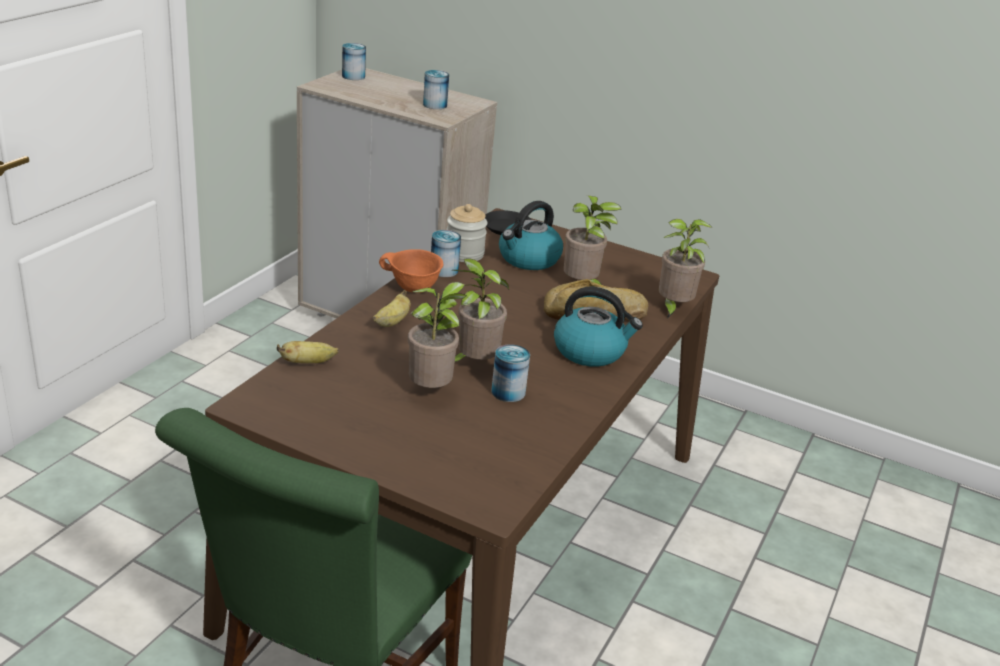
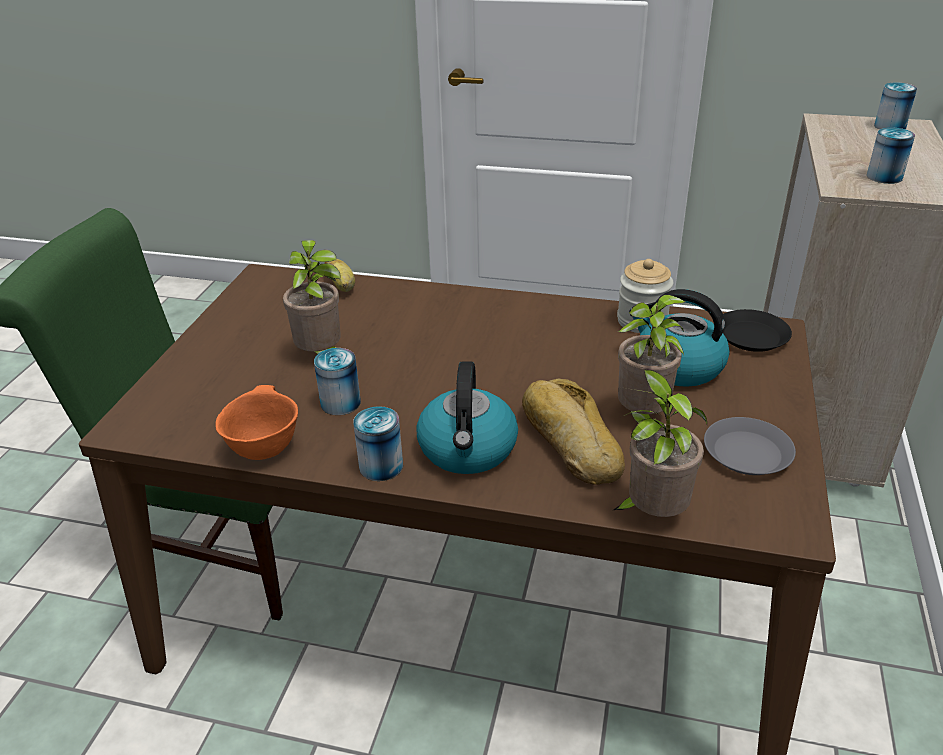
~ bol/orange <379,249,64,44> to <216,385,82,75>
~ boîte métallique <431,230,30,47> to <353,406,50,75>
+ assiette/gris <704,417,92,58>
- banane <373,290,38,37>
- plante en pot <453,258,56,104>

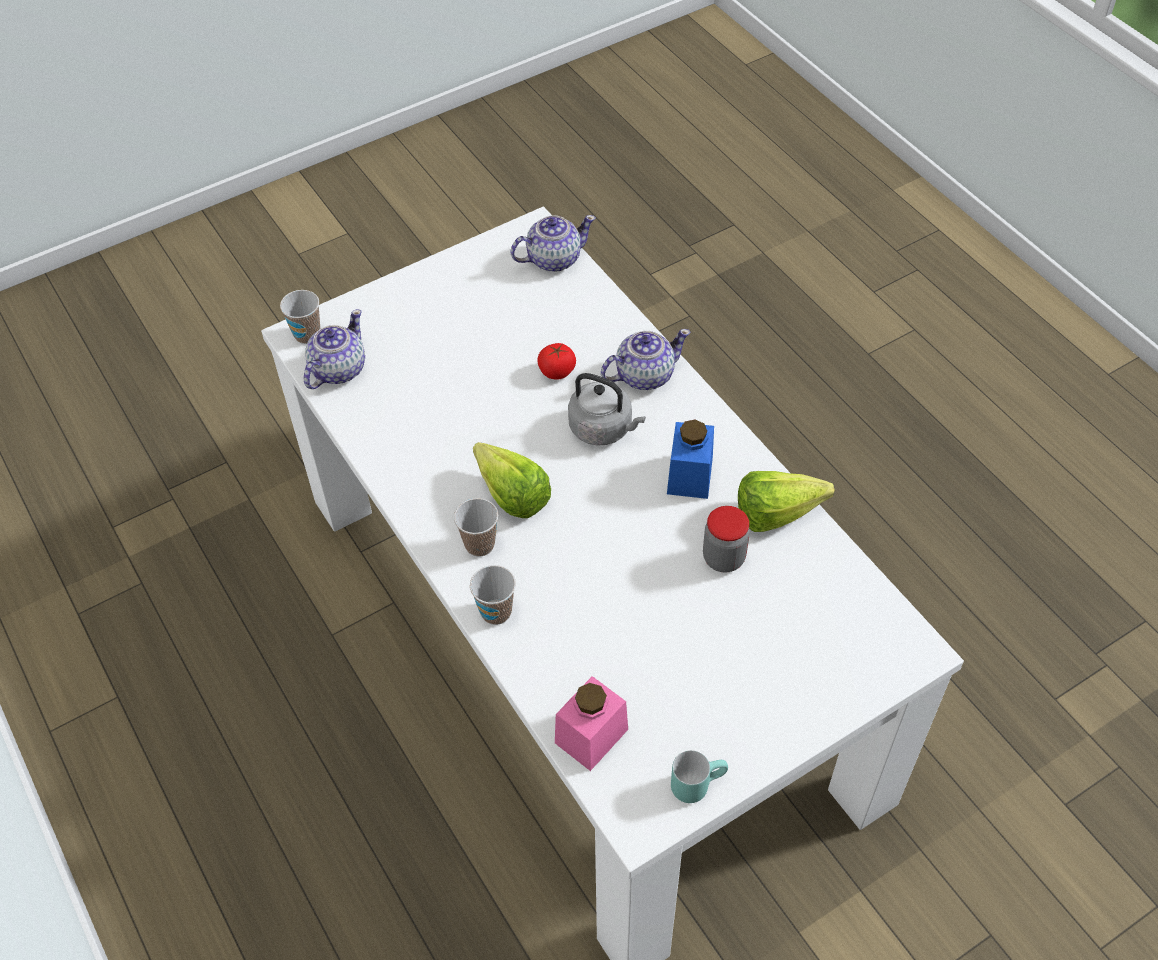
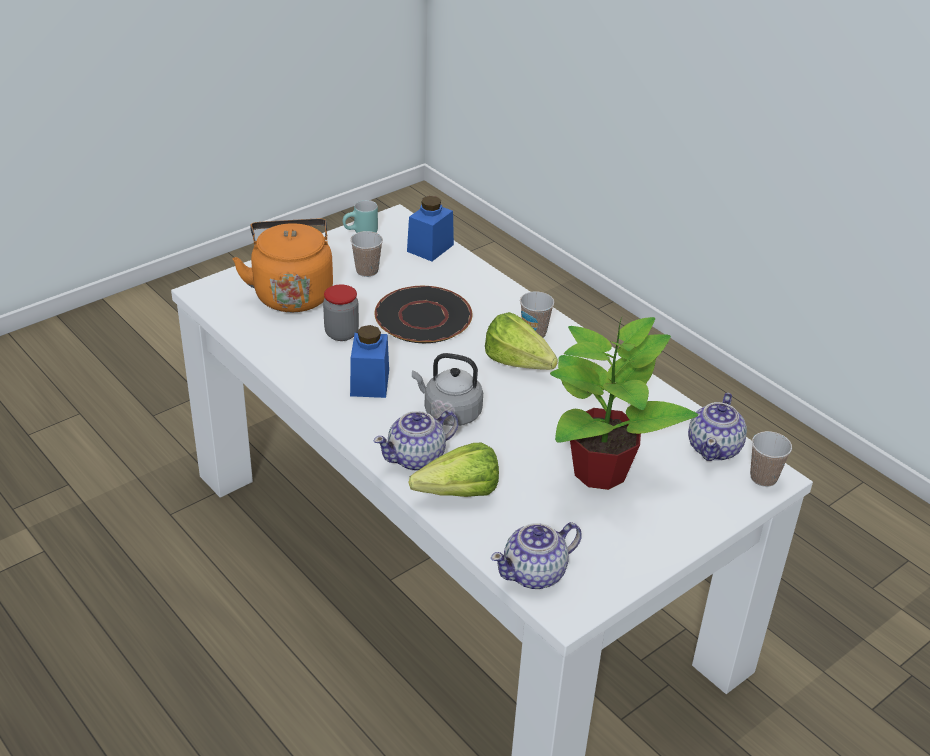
+ bouilloire/orange <232,219,101,93>
~ tasse <470,565,46,60> to <350,231,33,46>
+ assiette/noir <374,286,99,57>
~ bocal/rose <555,676,73,95> to bocal/bleu <407,196,47,65>
~ laitue <738,471,97,61> to <408,443,91,54>
+ plante en pot <550,317,148,173>
- tomate <537,343,39,37>

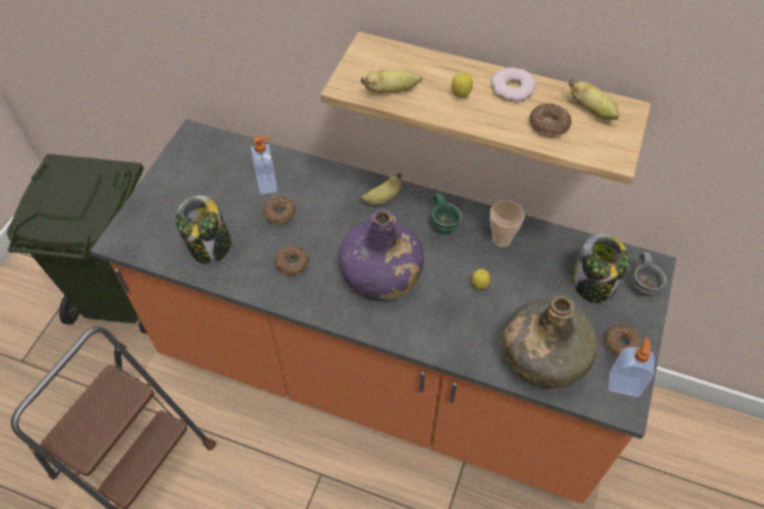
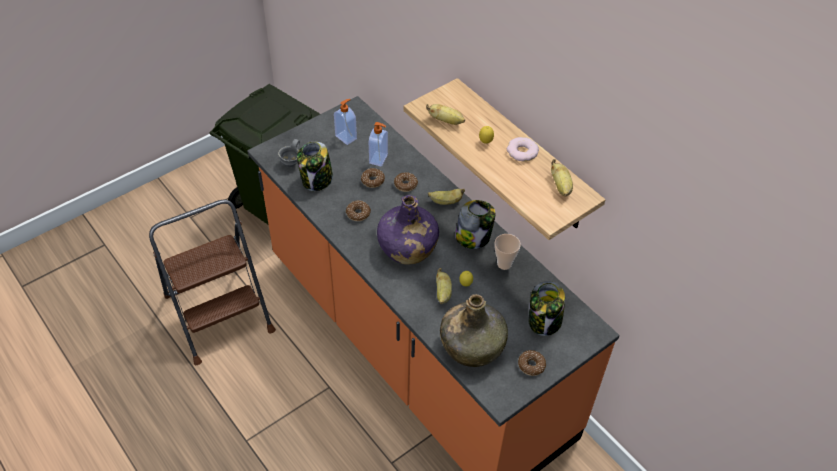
~ mug/gris <632,252,35,44> to <278,139,22,28>
~ distributeur de savon <608,337,47,60> to <334,99,23,46>
~ beignet <529,103,42,34> to <394,172,24,20>
+ banane <436,268,16,36>
~ mug/vert <432,193,30,41> to bocal <455,200,41,49>

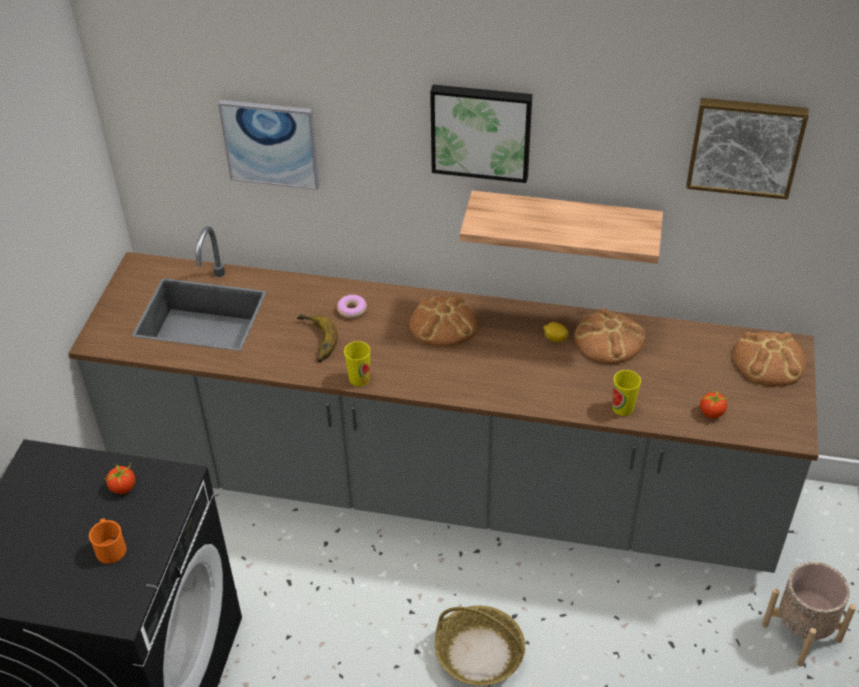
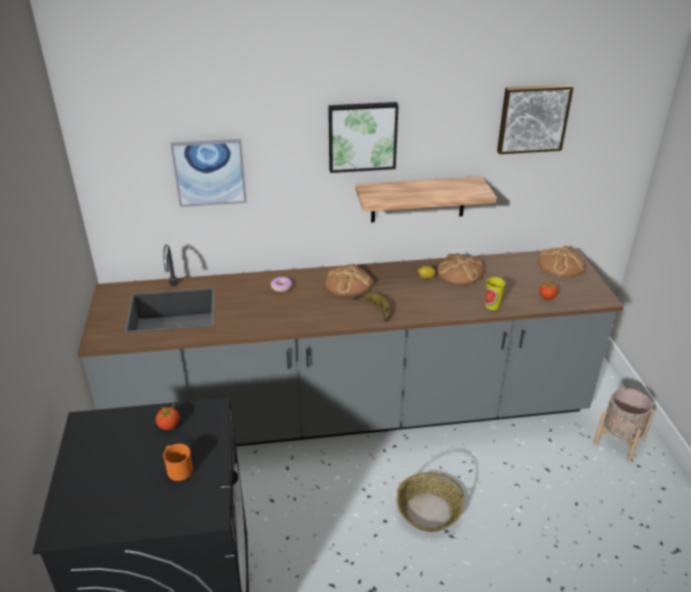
~ banane <297,314,41,48> to <353,293,39,29>
- tasse <344,341,26,45>

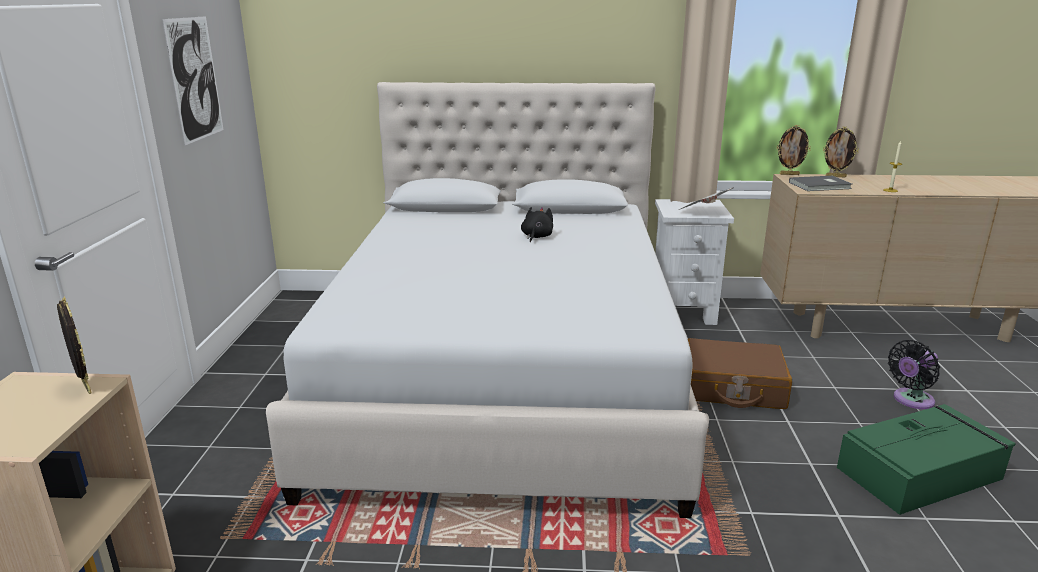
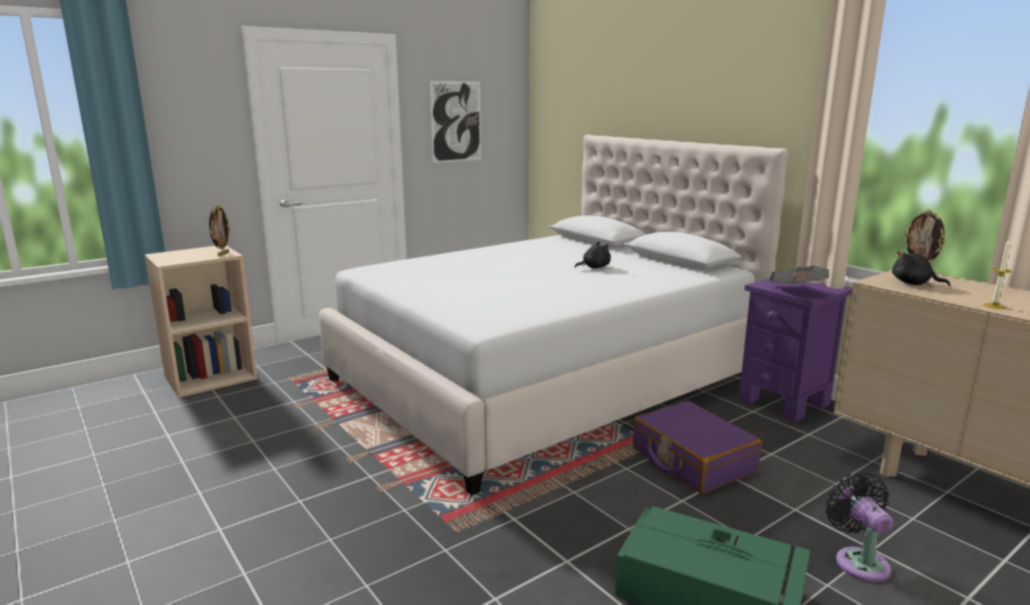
~ valise/marron <688,338,104,71> to valise/violet <633,401,129,93>
~ table de chevet/blanc <655,199,79,126> to table de chevet/violet <739,279,113,143>
~ ventilateur/noir <888,340,52,69> = <826,472,67,110> 60 degrees clockwise
~ livre/gris <789,176,63,15> to peluche/noir <892,248,58,38>
- cadre photo <823,126,36,51>

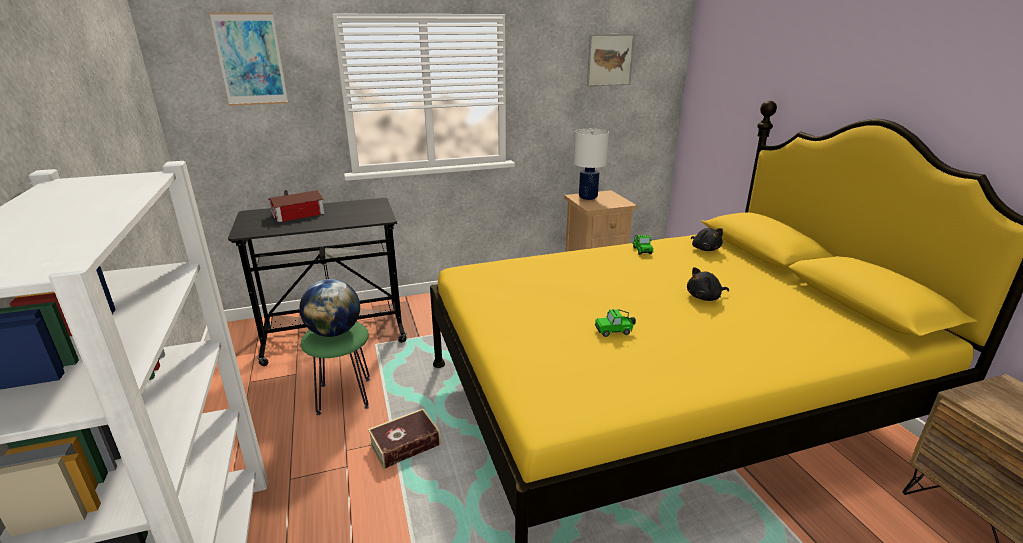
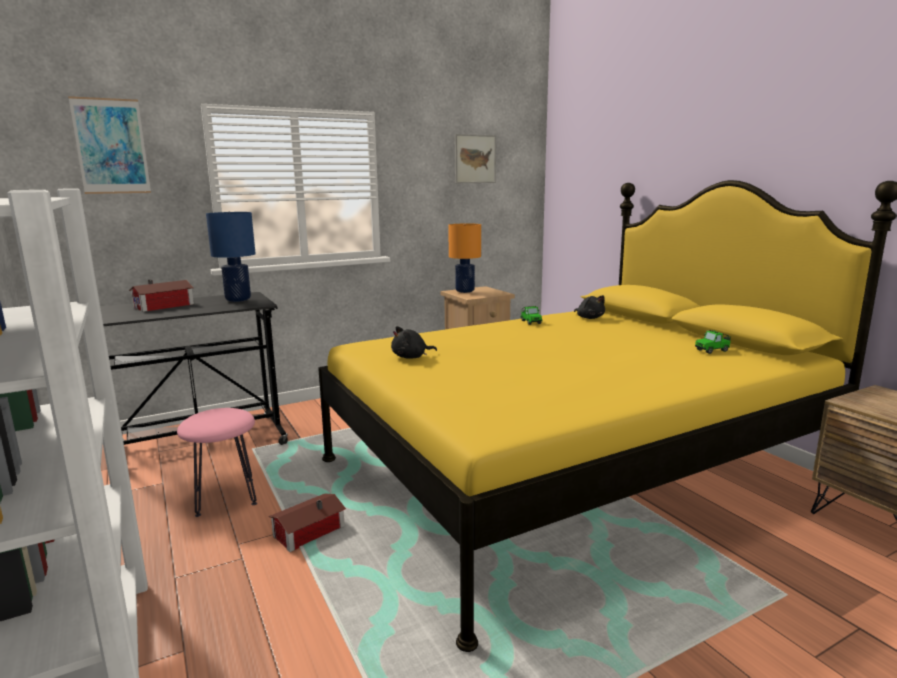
~ tabouret/vert <301,322,69,93> to tabouret/rose <177,408,80,109>
+ lampe de table/bleu <206,212,50,90>
~ livre <368,408,73,61> to maison miniature <268,493,78,59>
~ peluche/noir <687,267,42,34> to <391,326,46,33>
~ lampe de table/blanc <574,129,35,71> to lampe de table/orange <448,223,33,70>
~ petite voiture <595,309,41,28> to <695,330,36,24>
- globe <299,279,61,58>

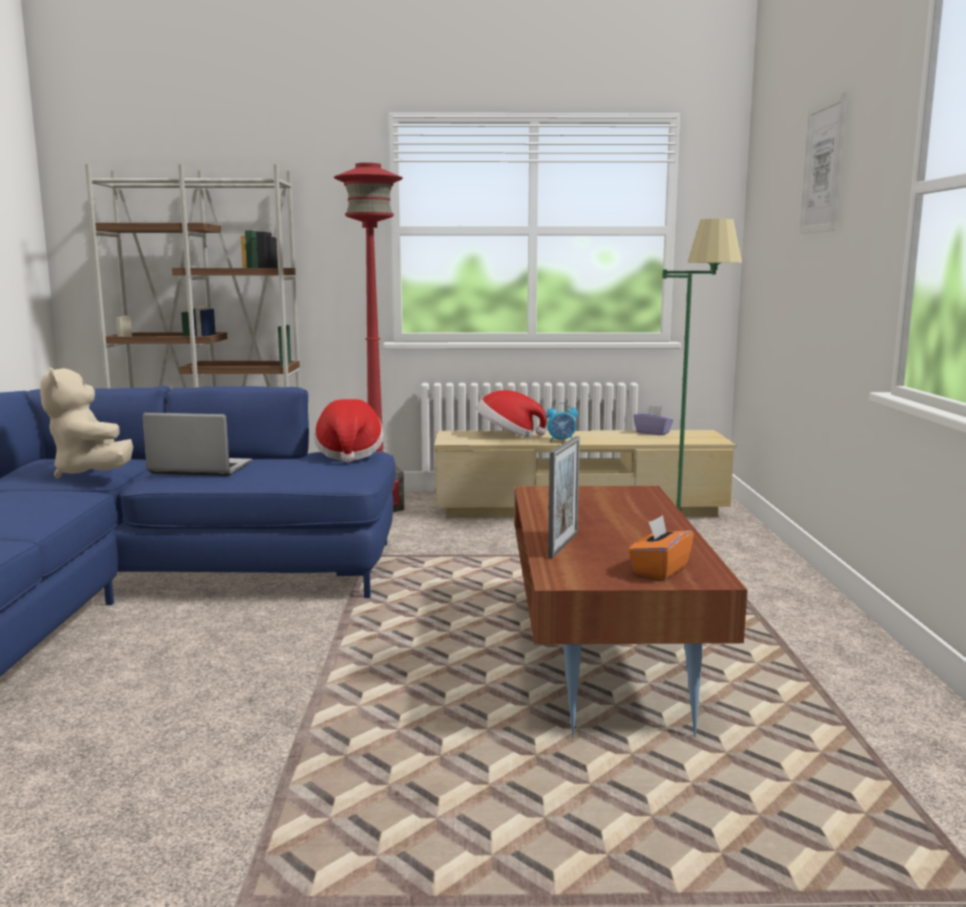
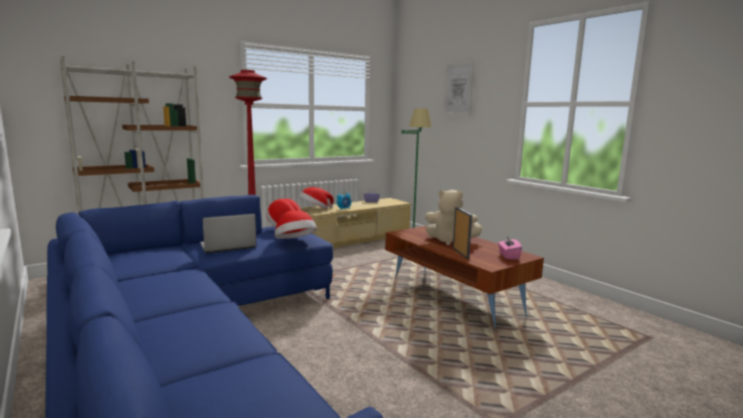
+ chapeau <275,210,42,29>
~ peluche/beige <40,368,93,110> to <425,190,58,55>
~ boîte à mouchoirs/orange <628,515,66,65> to boîte à mouchoirs/rose <498,236,24,24>

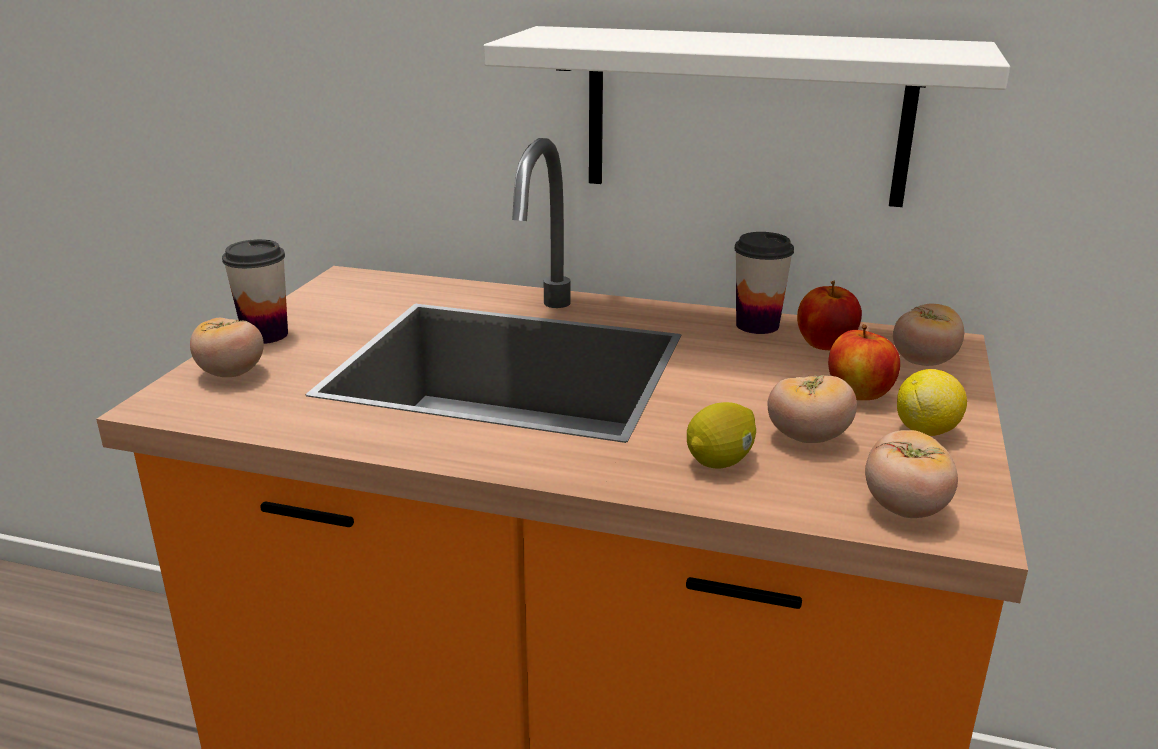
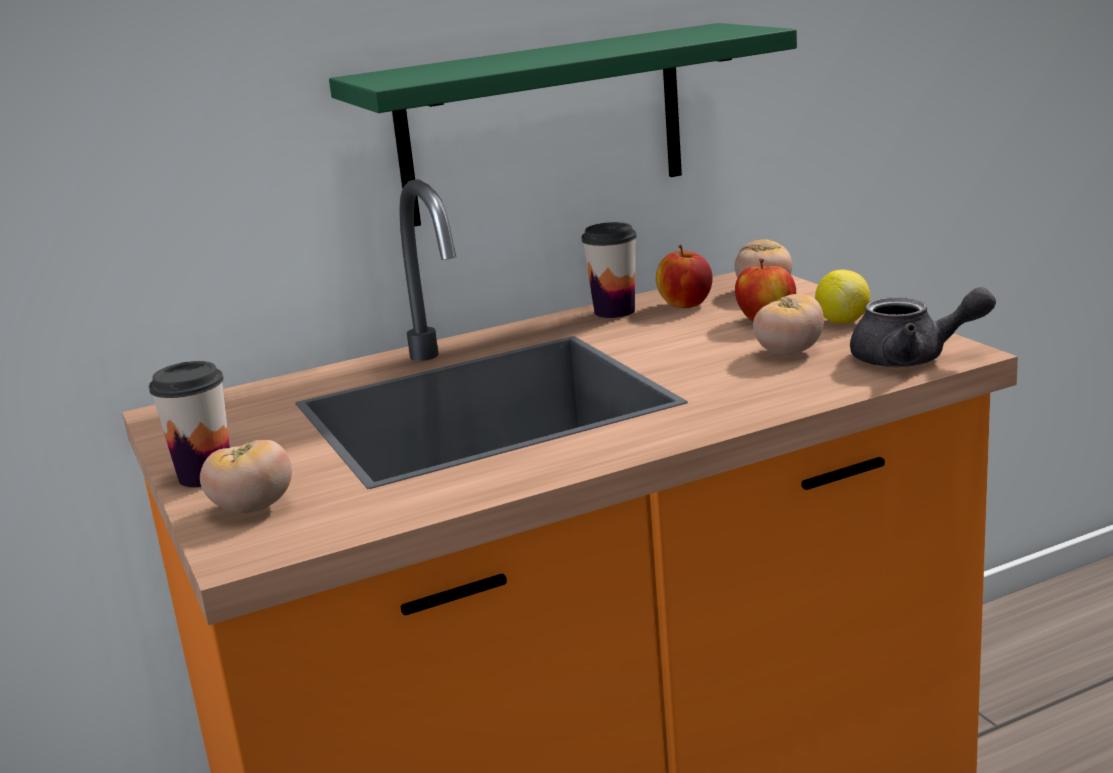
~ étagère/blanc <483,26,527,181> to étagère/vert <329,23,468,204>
~ tomate <865,430,93,88> to théière/gris <850,287,146,80>
- citron <687,402,69,67>

